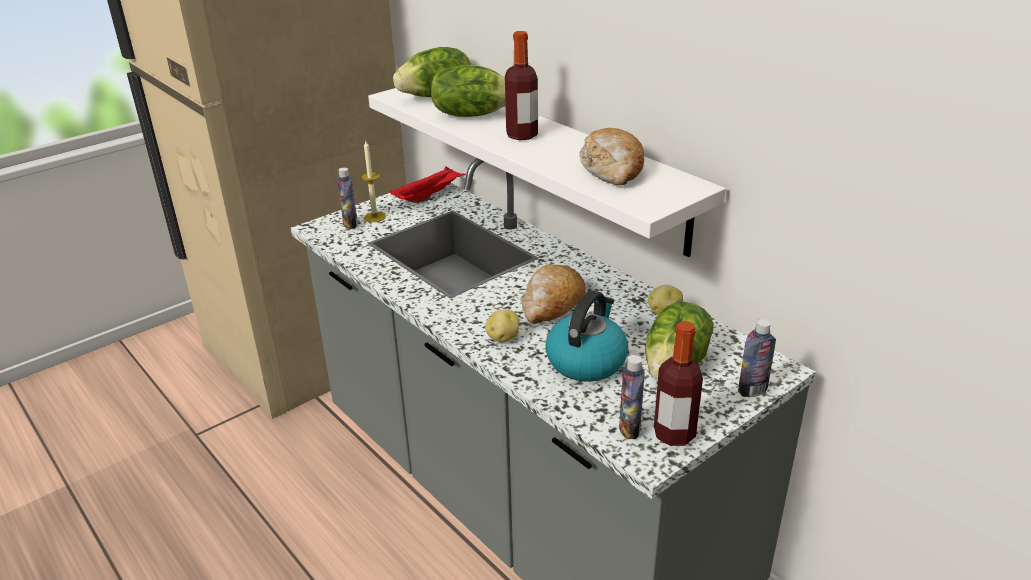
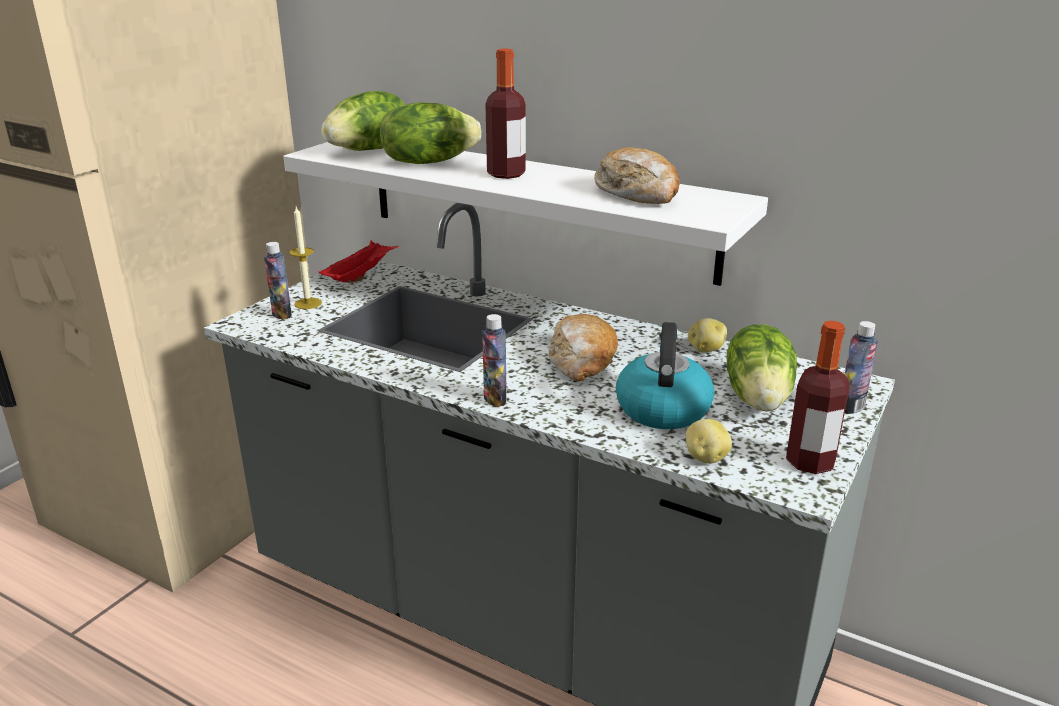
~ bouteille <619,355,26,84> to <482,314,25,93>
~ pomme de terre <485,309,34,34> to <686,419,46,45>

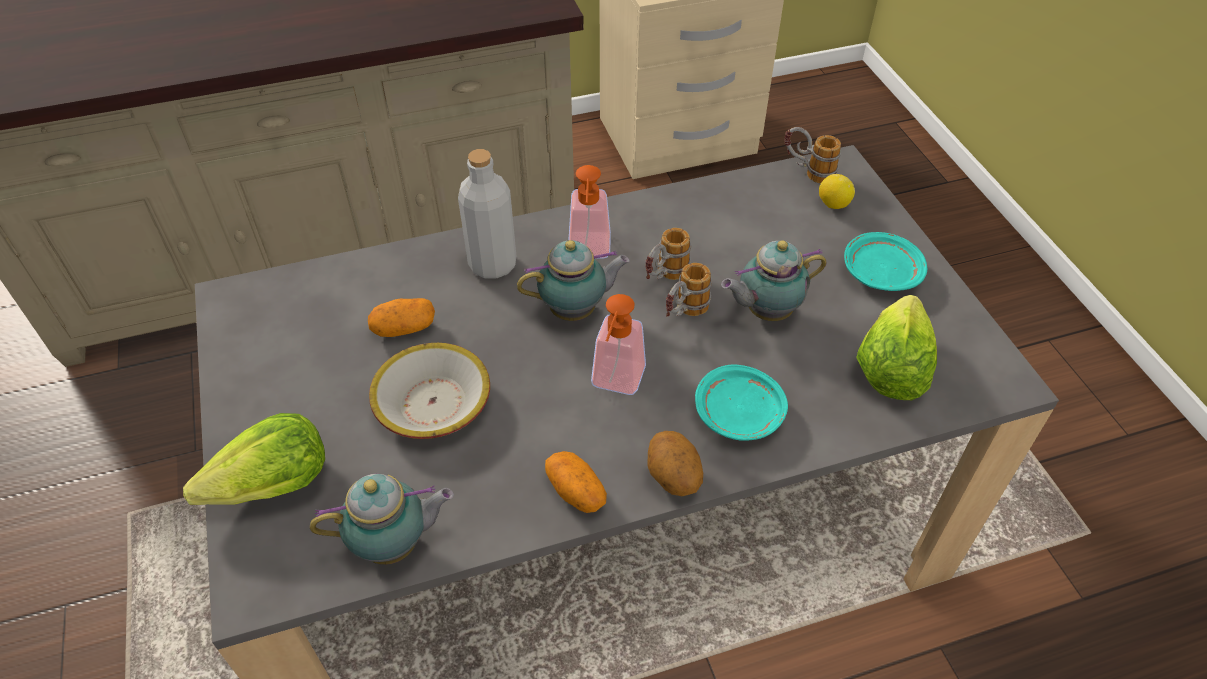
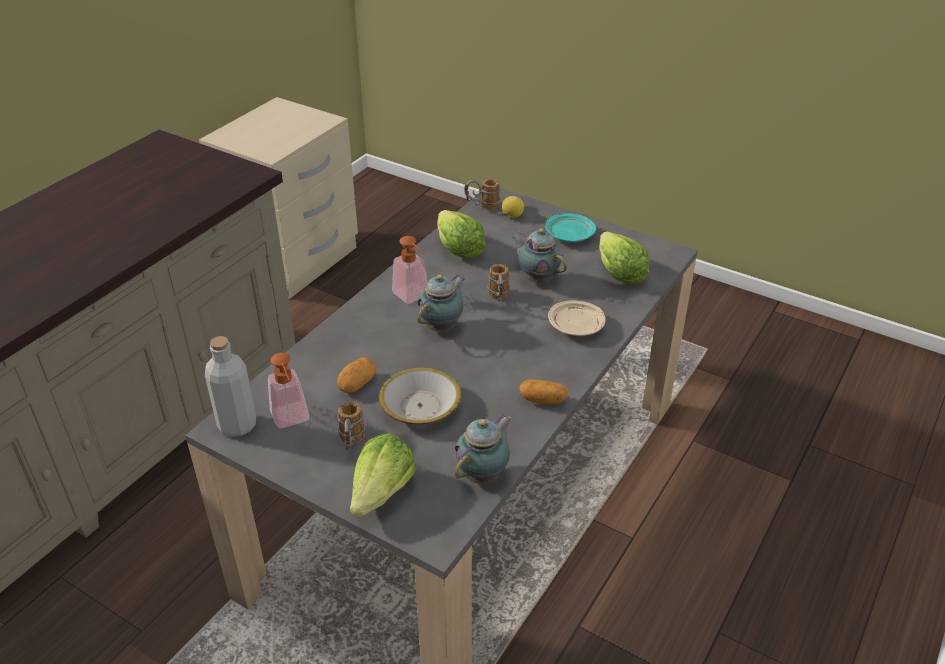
~ bouteille/gris <458,149,58,130> to <205,336,51,101>
~ distributeur de savon <591,294,55,101> to <268,353,41,75>
~ mug <646,228,45,52> to <337,402,28,48>
+ laitue <437,210,49,49>
~ théière <721,240,106,81> = <512,228,55,55> 105 degrees clockwise
~ assiette/turquoise <695,364,93,77> to assiette/beige <548,301,58,35>
- pomme de terre <648,431,55,65>

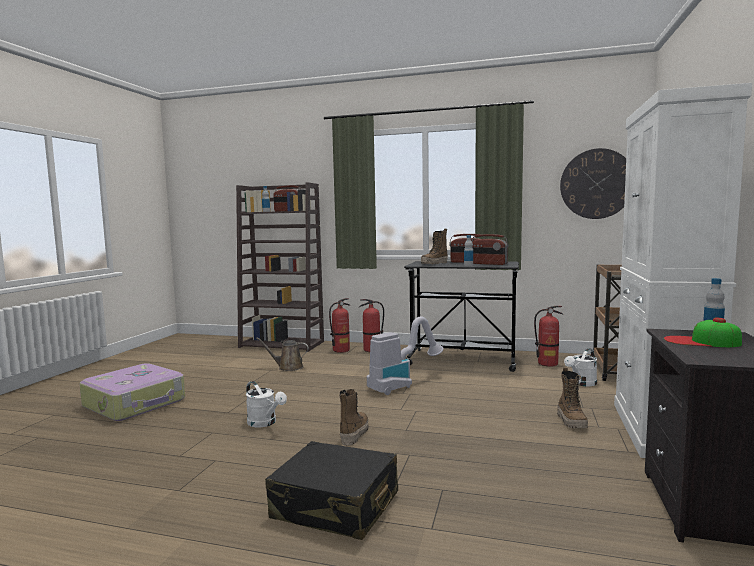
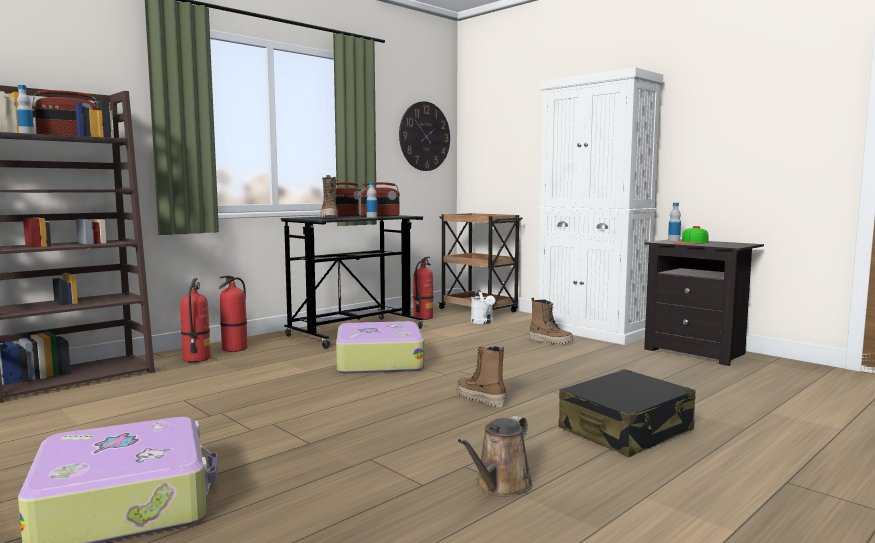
~ aspirateur <367,316,77,79> to valise <336,321,88,53>
~ arrosoir/marron <256,338,53,33> to <458,416,75,81>
- arrosoir/blanc <246,381,41,46>

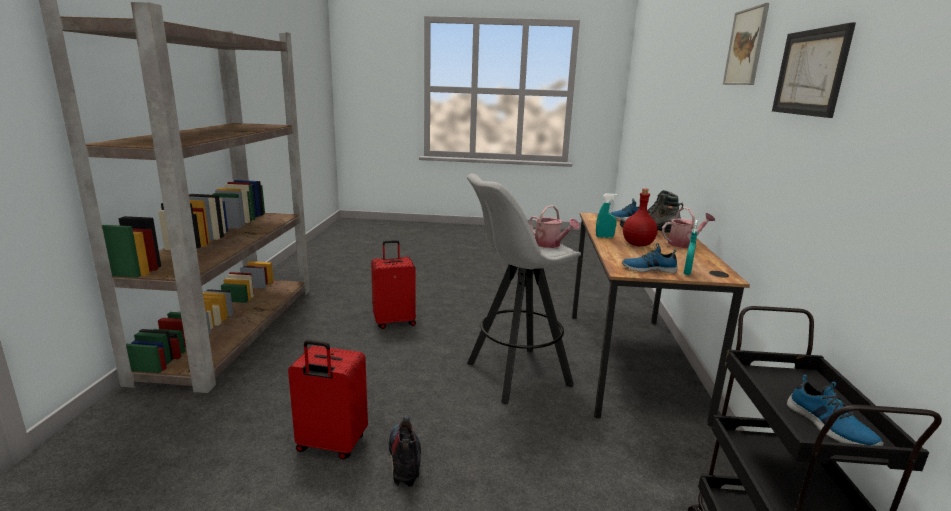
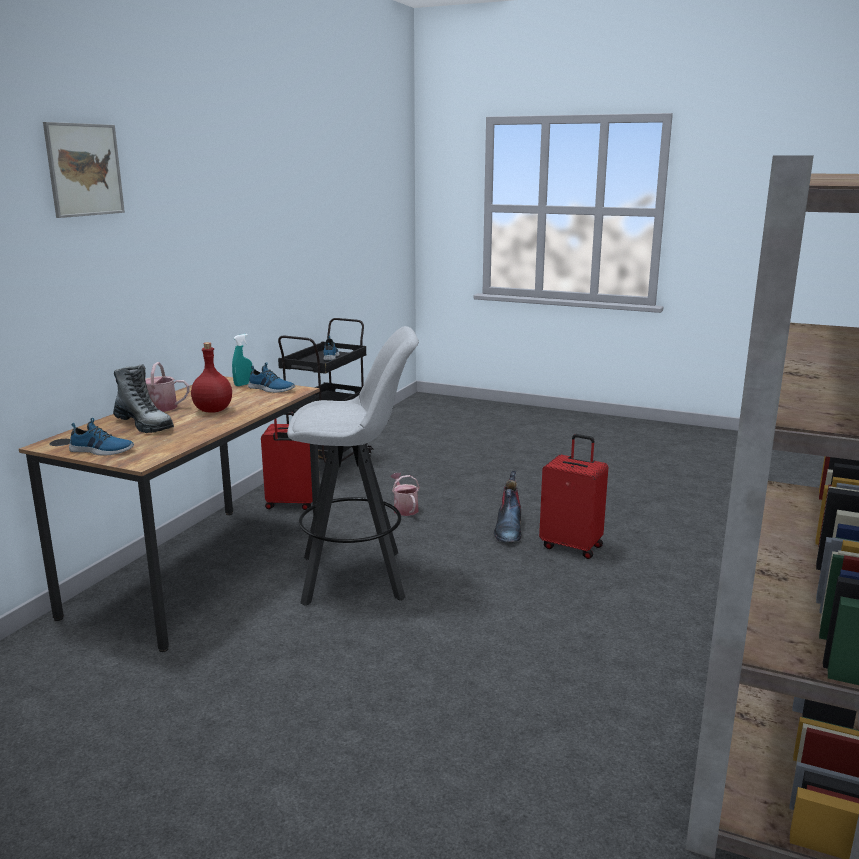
~ valise/rouge <371,240,45,89> to <261,412,52,98>
~ arrosoir <529,205,51,43> to <391,473,29,43>
- vaporisateur/turquoise <596,193,21,45>
- tableau <772,22,84,96>

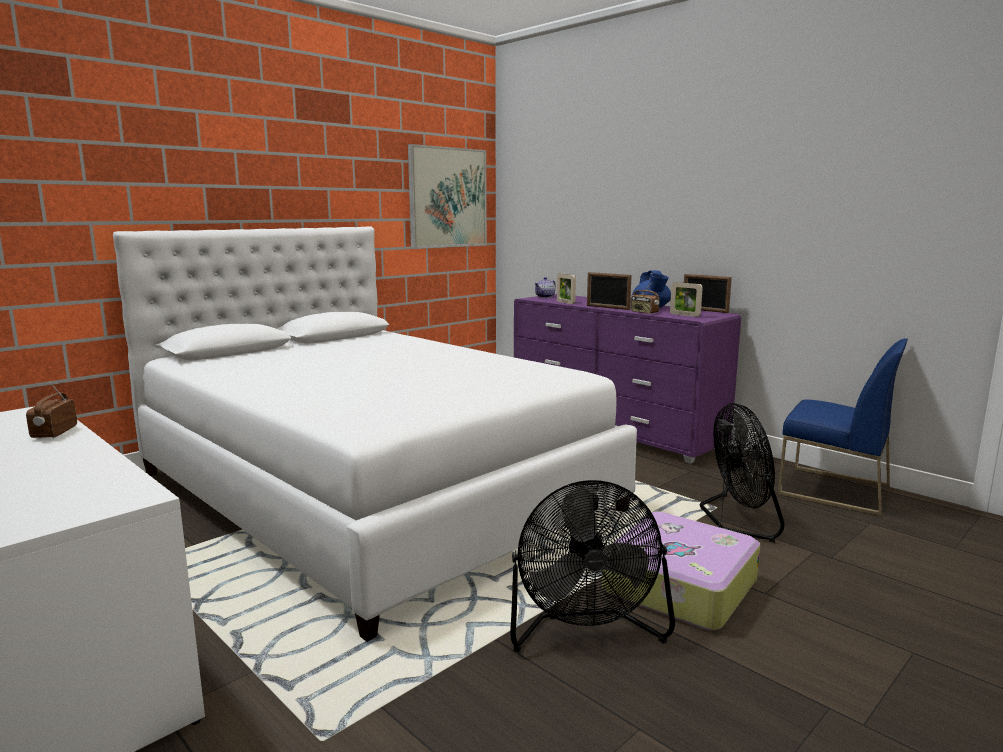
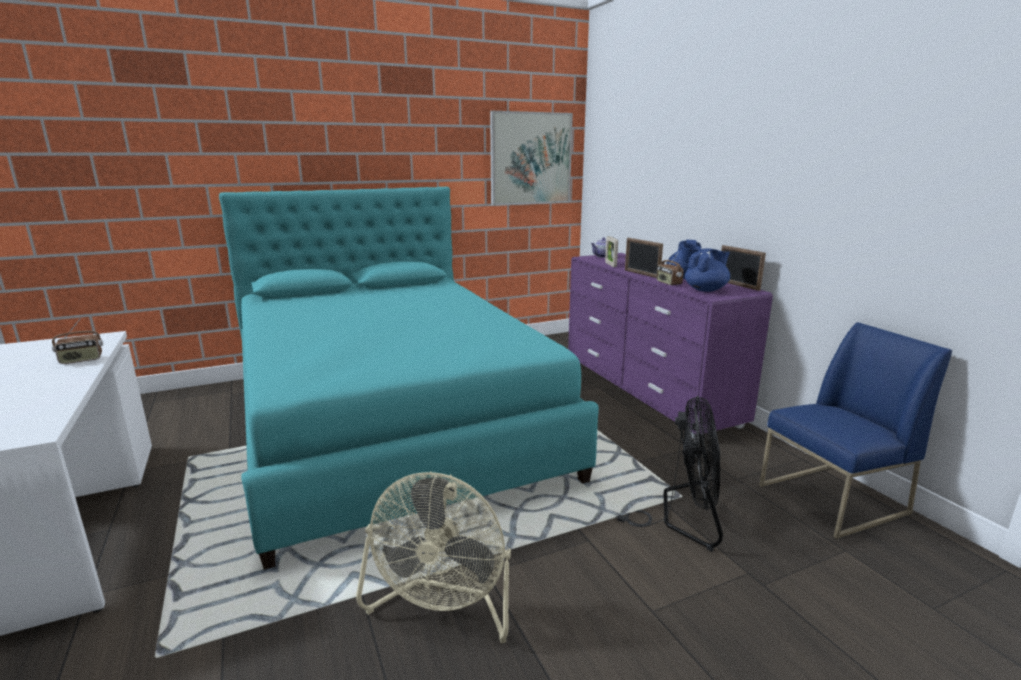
~ radio <26,382,51,56> = <52,319,51,45> 135 degrees counterclockwise
~ lit/blanc <113,226,524,416> to lit/turquoise <219,187,380,383>
~ ventilateur/noir <510,480,165,173> to ventilateur/beige <356,472,155,171>
~ cadre photo <670,282,33,35> to théière/bleu <685,248,45,44>
~ chaise/bleu <778,338,130,178> = <759,322,193,217> 75 degrees counterclockwise
- valise <602,512,158,118>

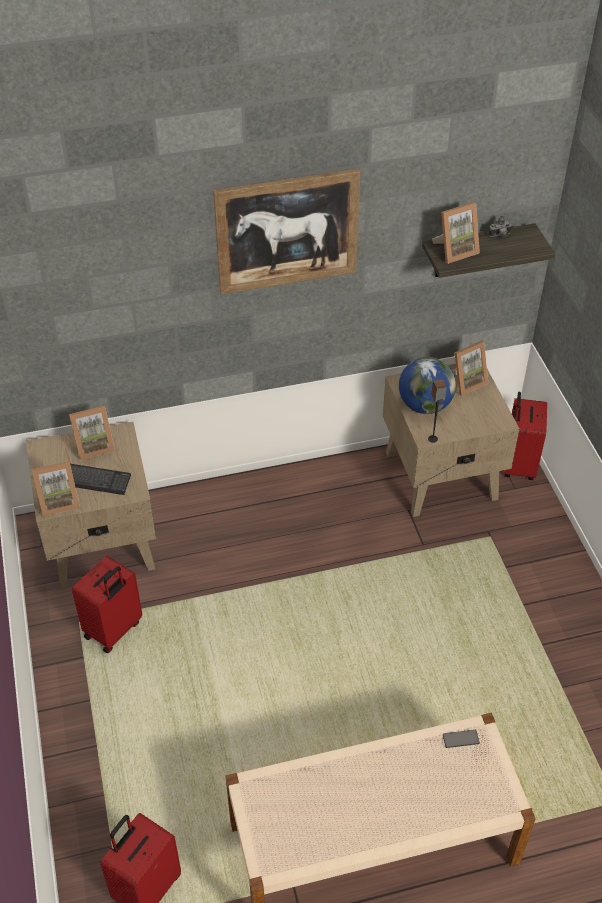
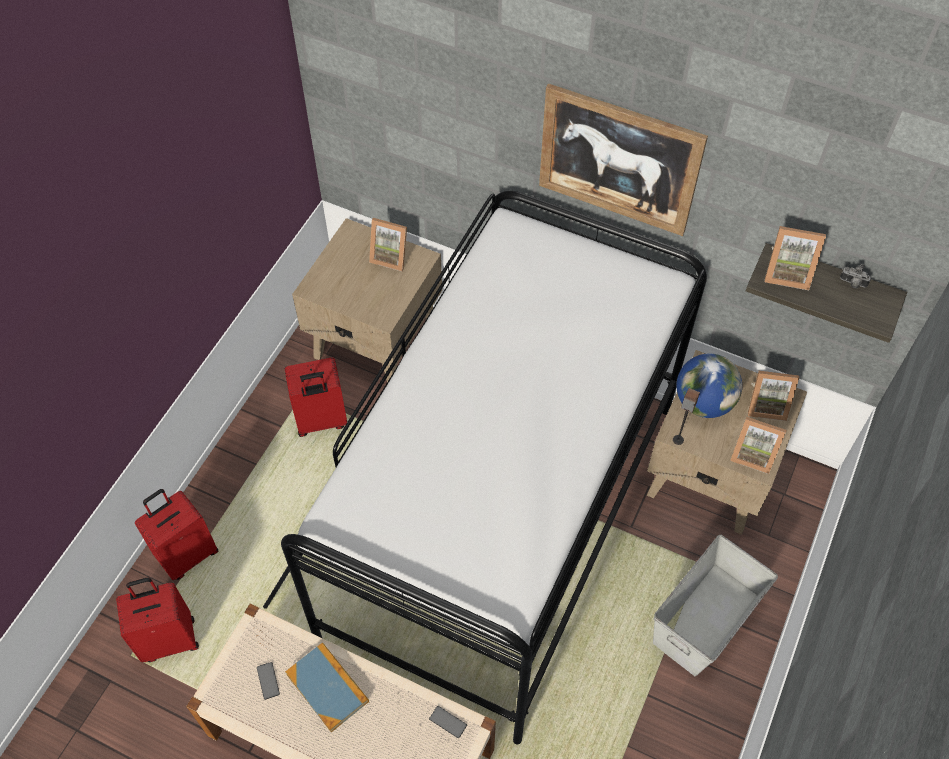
~ valise/rouge <504,392,43,88> to <135,489,83,91>
+ téléphone <257,662,23,38>
+ lit/noir <263,191,444,554>
+ livre <285,643,84,89>
+ boîte de rangement/gris <653,535,125,141>
~ cadre photo <32,461,48,56> to <730,417,57,57>
- clavier <70,464,61,31>

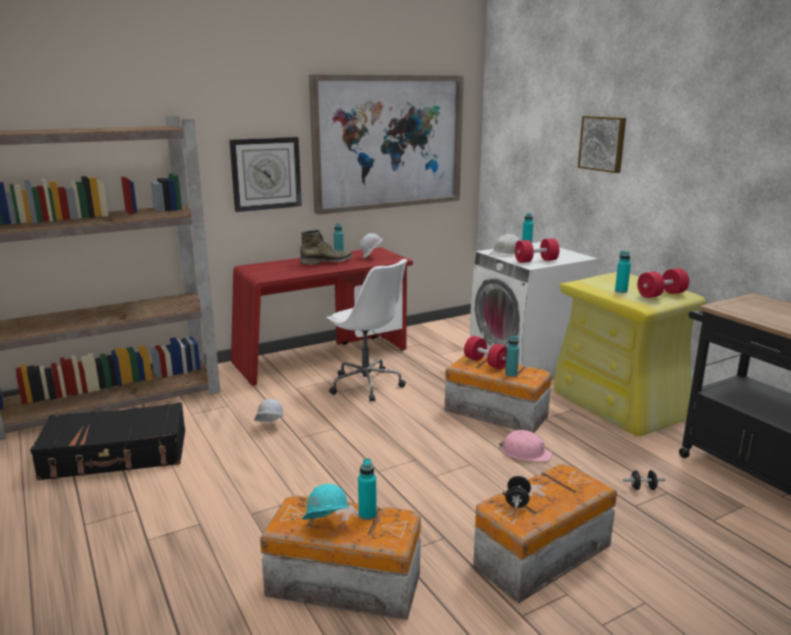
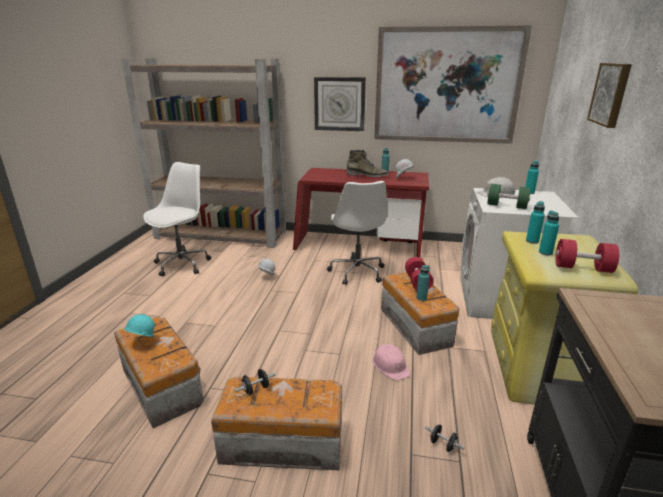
~ valise/noir <30,402,155,79> to chaise de bureau/blanc <143,162,68,114>
~ haltère/rouge <515,238,44,25> to haltère/vert <487,184,43,25>
~ bouteille/turquoise <358,459,19,61> to <526,201,19,43>

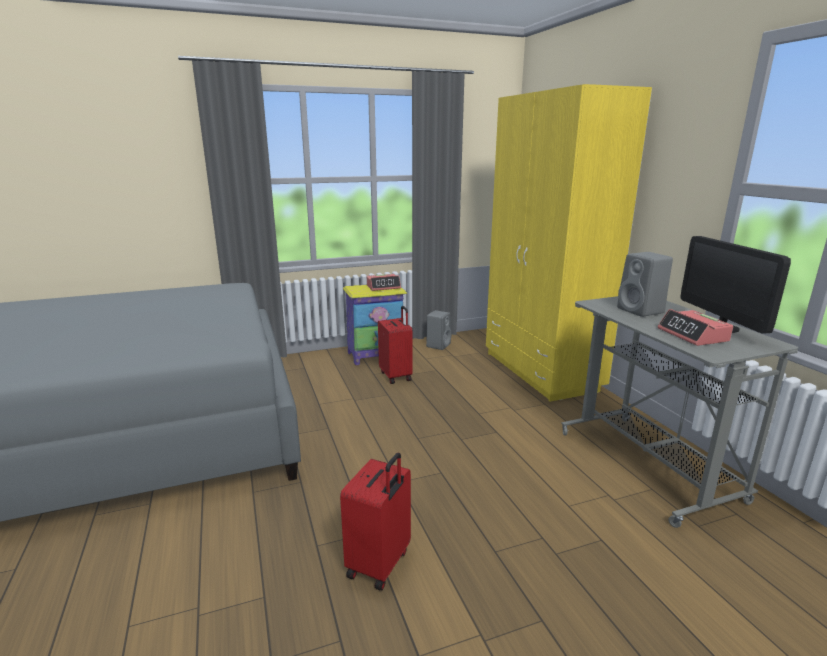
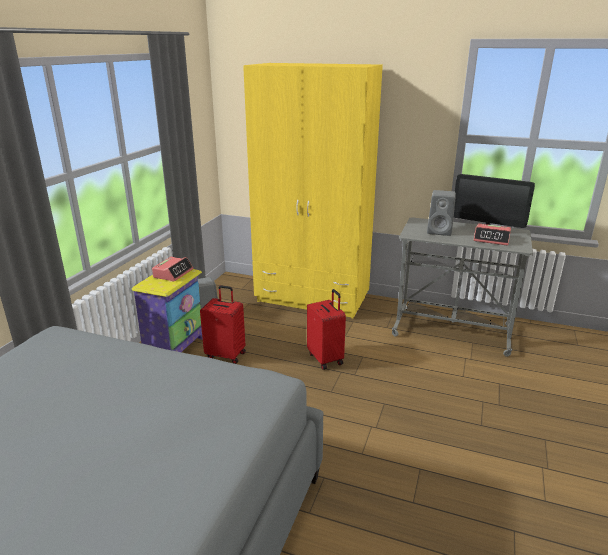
~ valise/rouge <340,453,71,137> to <307,289,39,81>

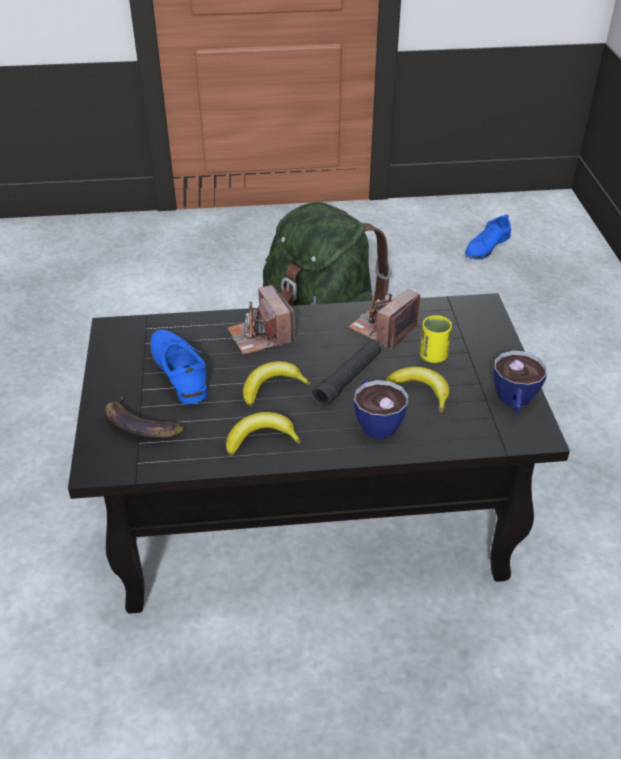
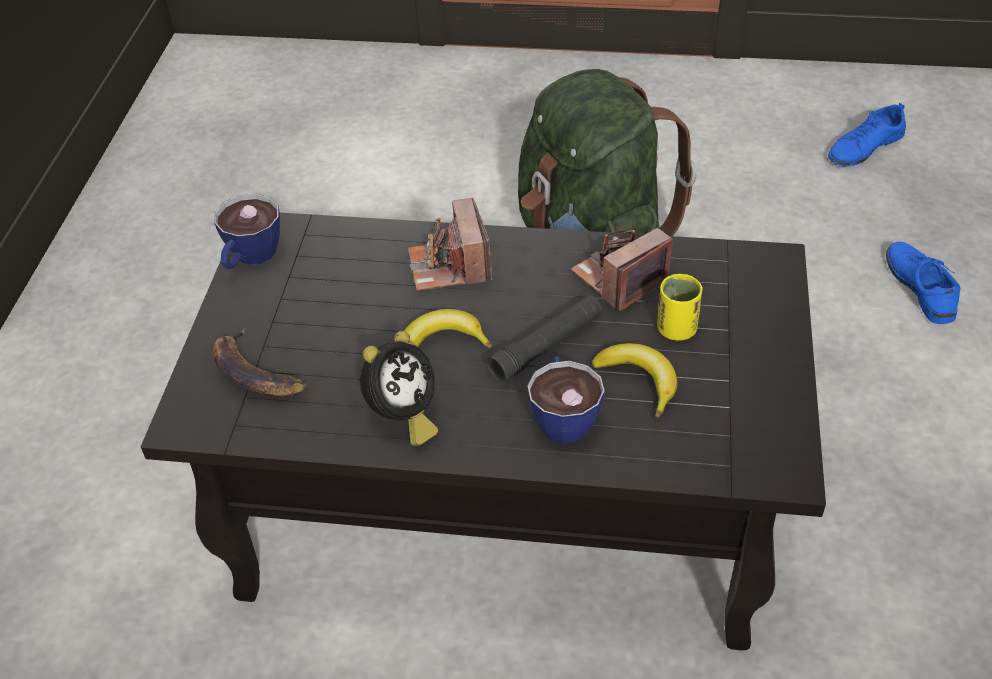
~ tasse <494,350,53,63> to <214,194,66,75>
~ banane <226,412,75,44> to réveil <360,331,78,115>
~ chaussure/bleu <149,330,59,74> to <886,242,74,82>

